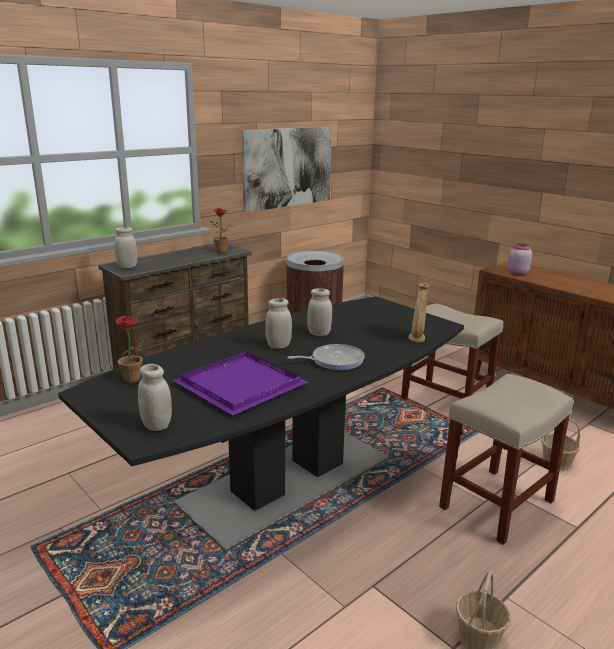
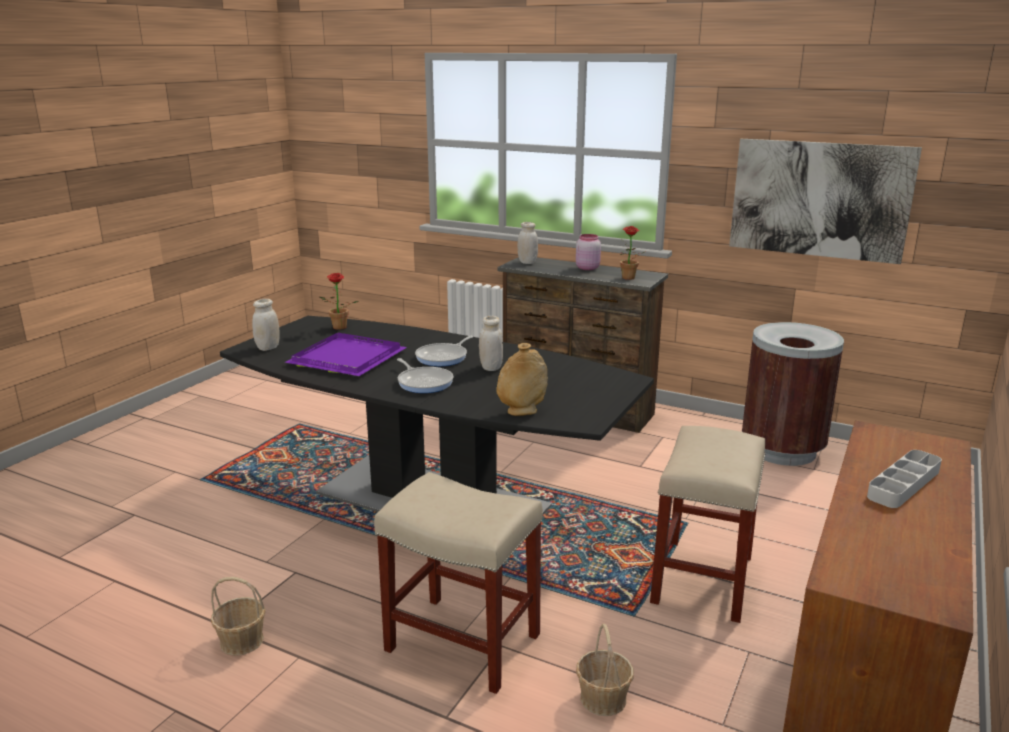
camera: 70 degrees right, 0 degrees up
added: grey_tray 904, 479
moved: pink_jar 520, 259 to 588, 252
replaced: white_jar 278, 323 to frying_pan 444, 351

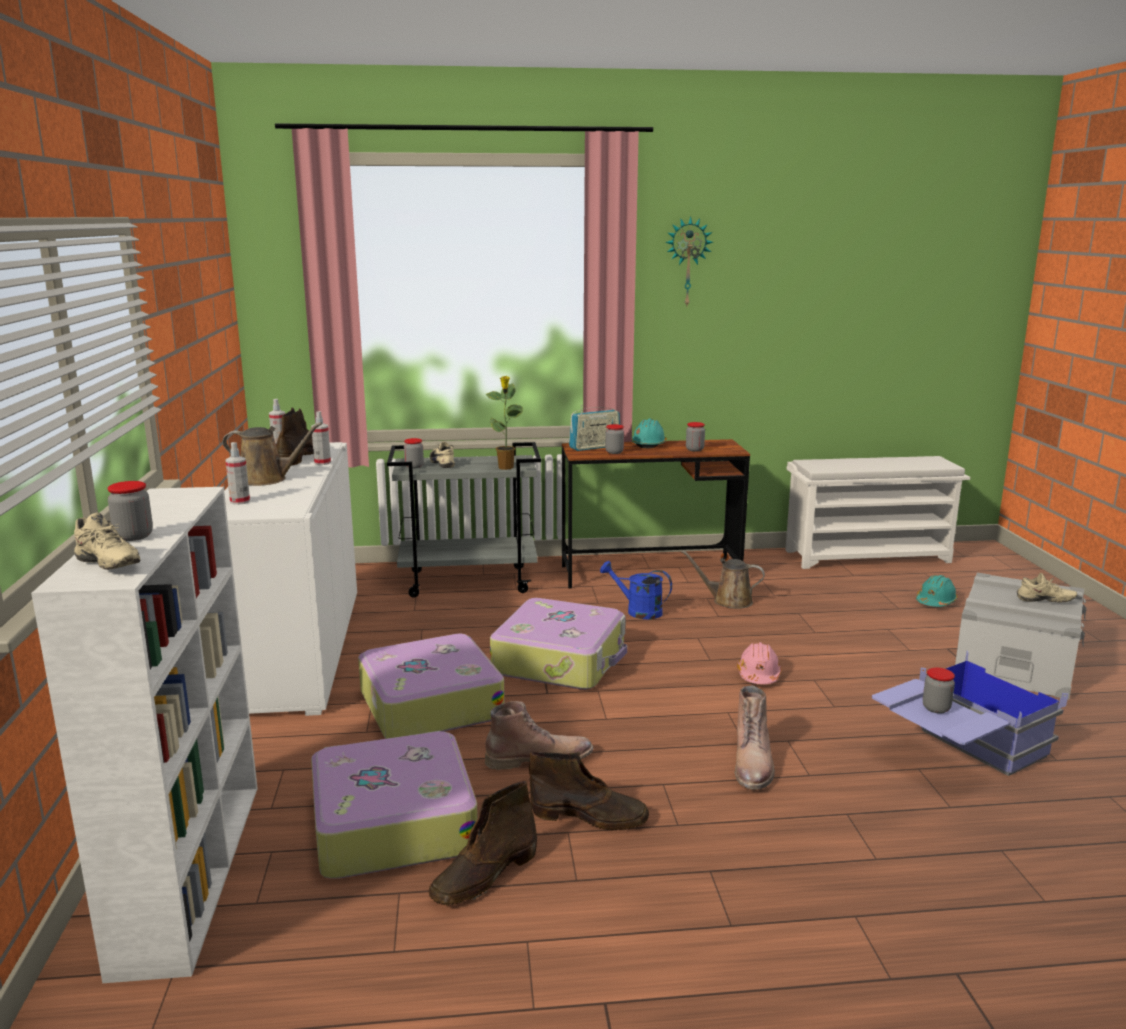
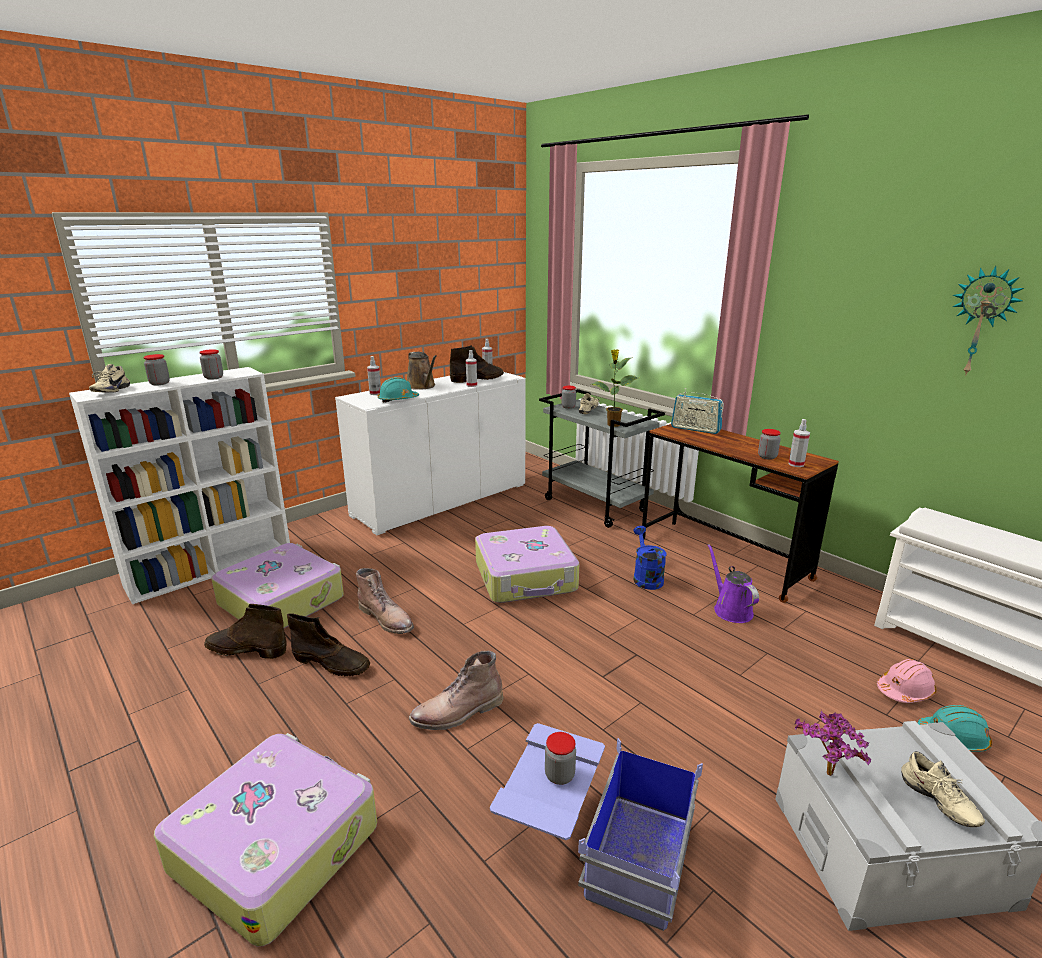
camera: 55 degrees right, 5 degrees up
added: spray_bottle 799, 443; potted_plant 832, 743
moved: suitcase 431, 686 to 265, 839; jar 614, 439 to 211, 364; turquoise_hard_hat 649, 434 to 398, 389; pink_hard_hat 759, 663 to 907, 681; wall_clock 689, 261 to 988, 321
recoloured: brown_watering_can 723, 579 to purple_watering_can 733, 583
turned: brown_boot 589, 790 = 328, 644 45 degrees counterclockwise

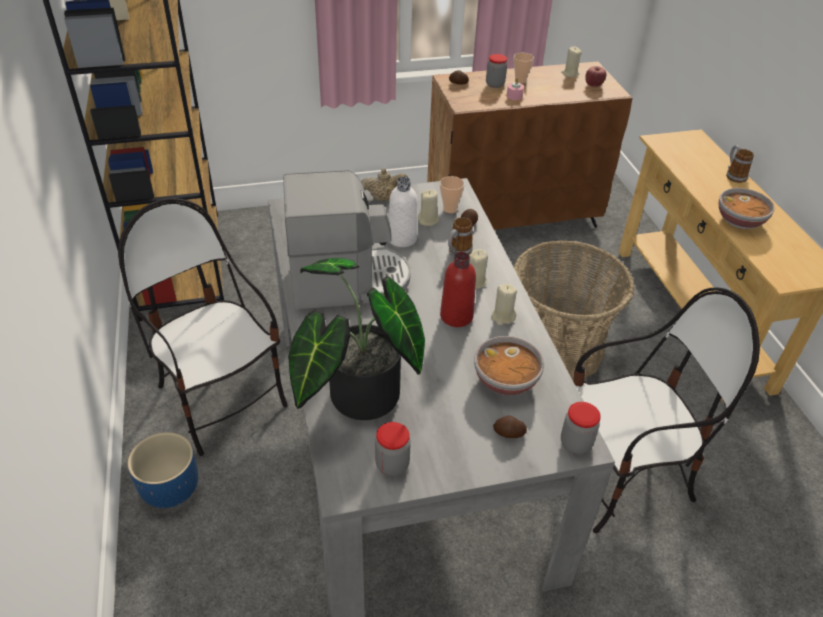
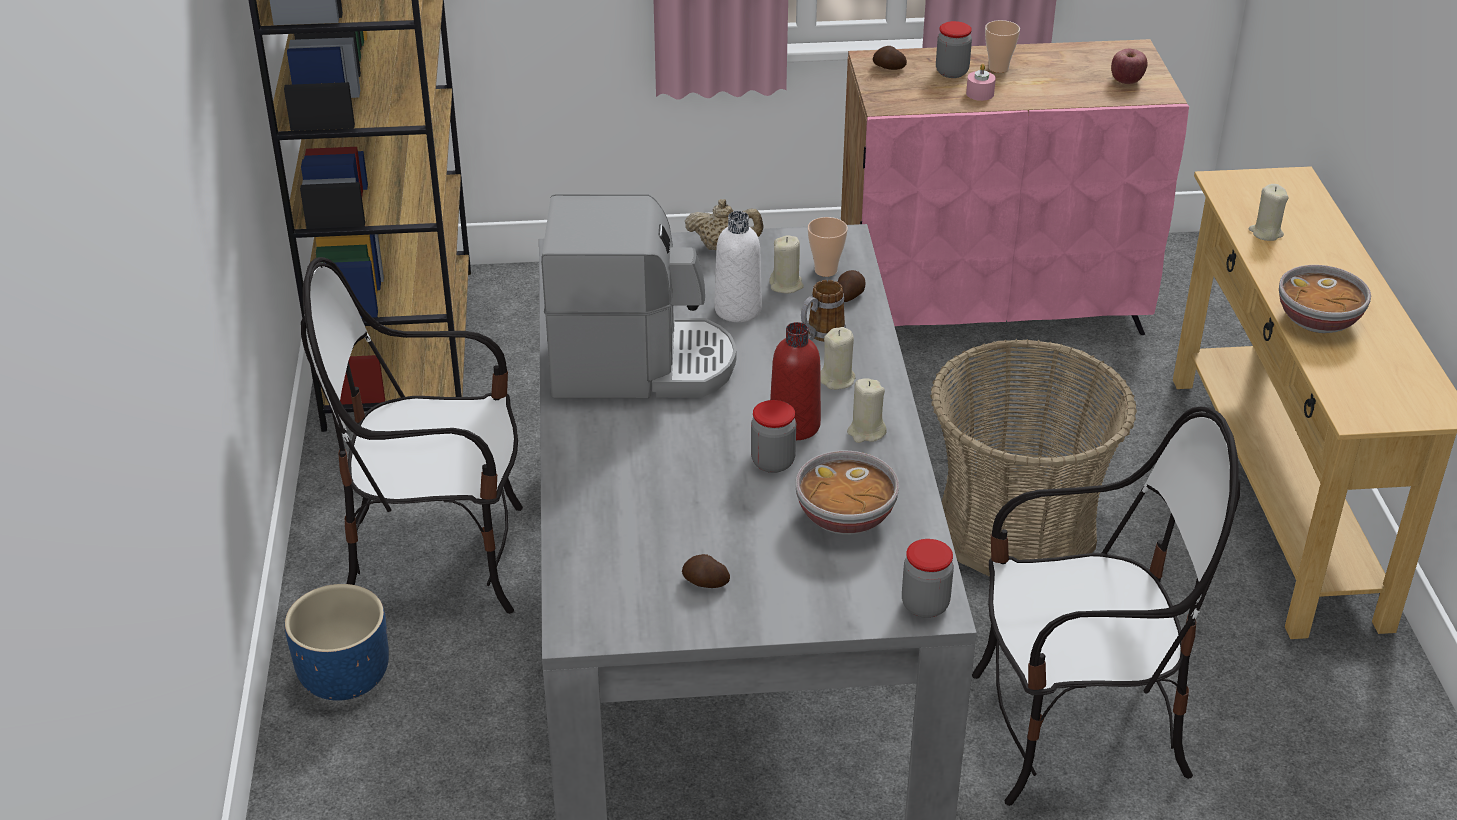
camera: 10 degrees right, 5 degrees down
removed: potted_plant 356, 339; mug 740, 164
moved: potato 510, 427 to 706, 571; jar 393, 449 to 773, 436; beige_candle 571, 61 to 1268, 212
recoloured: brown_cabinet 530, 146 to pink_cabinet 1015, 187
turned: chair 203, 327 = 412, 435 60 degrees counterclockwise

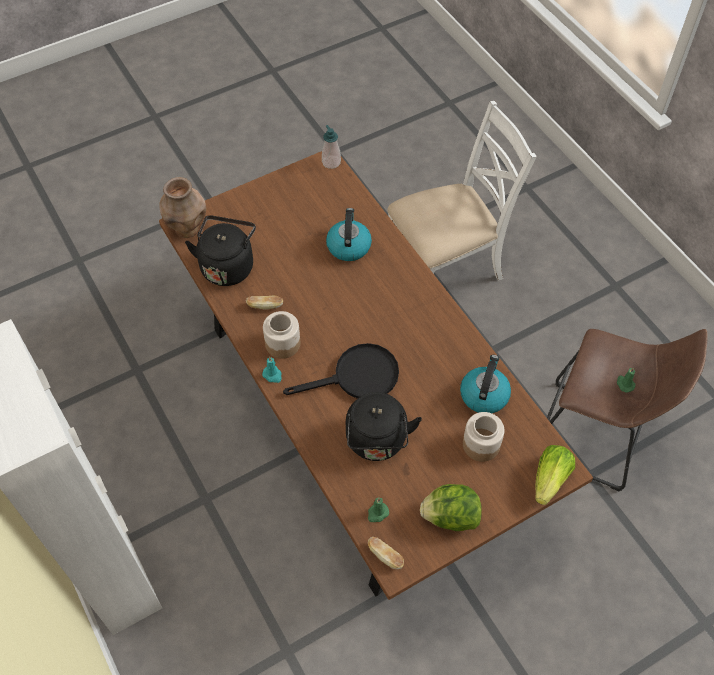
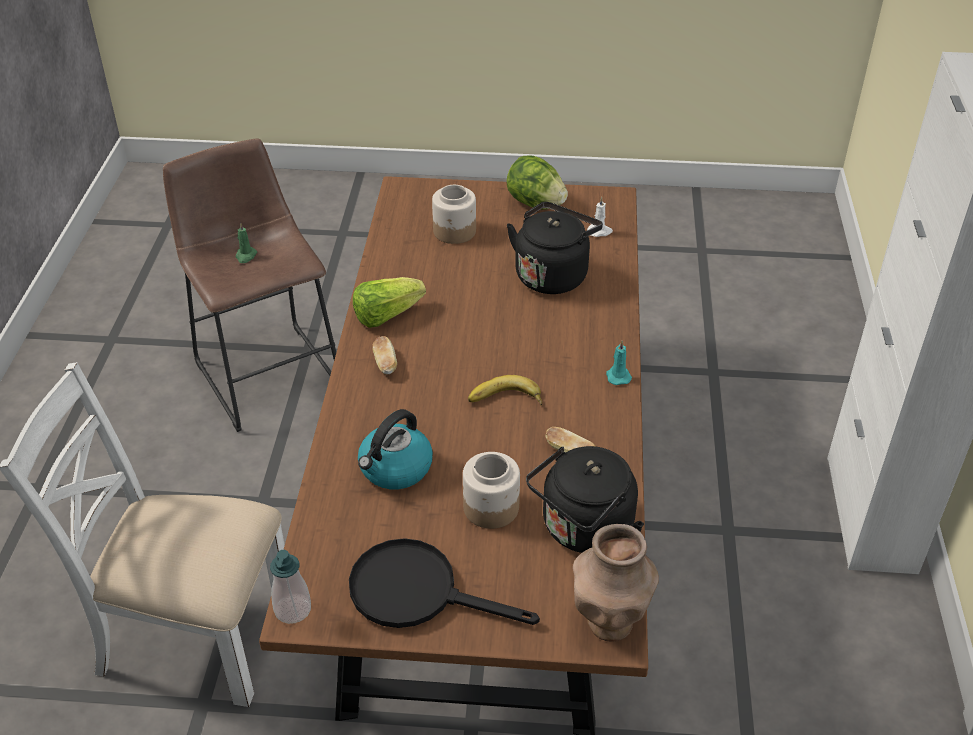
camera: 145 degrees left, 15 degrees down
removed: kettle 485, 384
added: banana 505, 390
moved: black_frying_pan 341, 371 to 444, 583; lettuce 555, 475 to 389, 302; bread 386, 553 to 385, 355; jar 281, 335 to 491, 490
recoloured: green_candle 378, 509 to white_candle 600, 217

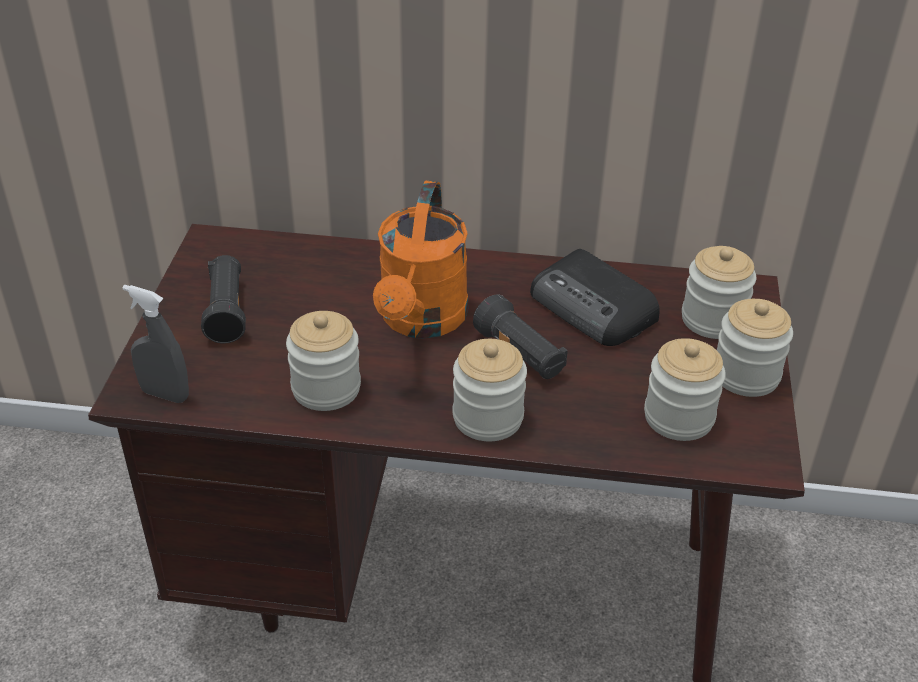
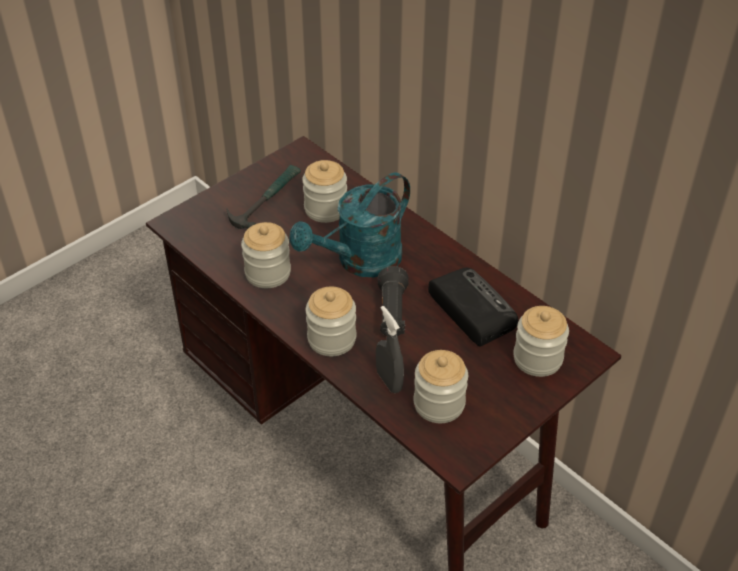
camera: 40 degrees right, 5 degrees up
moved: jar 755, 348 to 324, 191; grey_spray_bottle 155, 344 to 390, 349
replaced: black_flashlight 223, 299 to hammer 263, 197
recoloured: orange_watering_can 420, 259 to turquoise_watering_can 349, 225
turned: radio 595, 297 = 473, 307 150 degrees clockwise

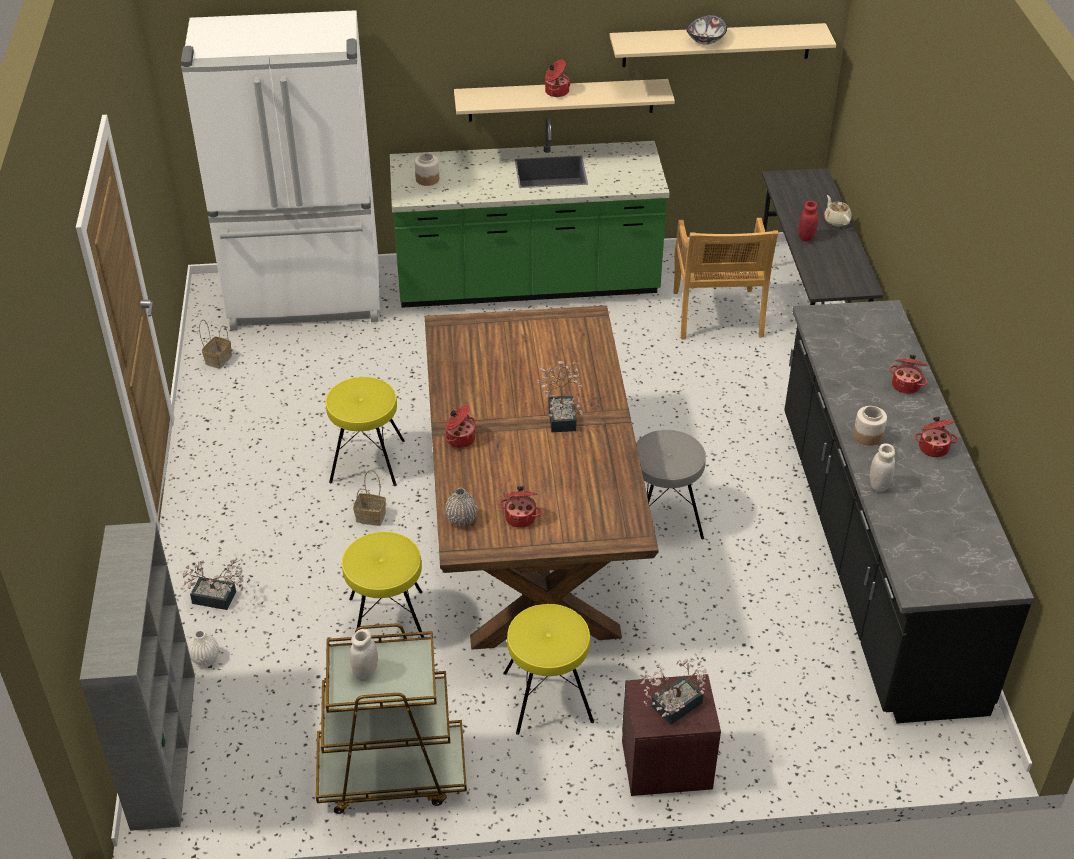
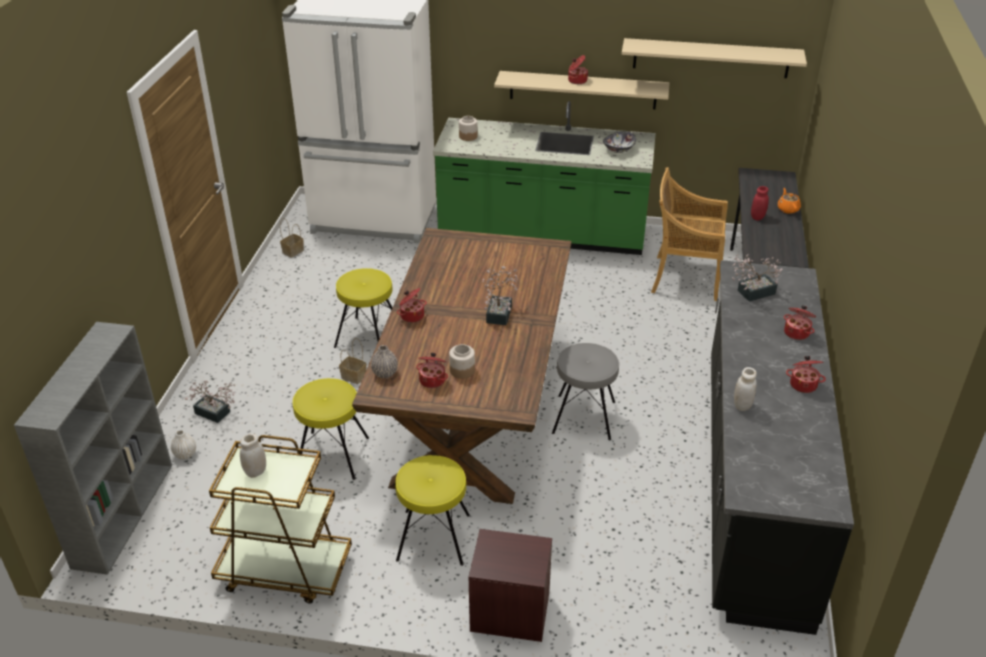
camera: 15 degrees right, 5 degrees down
moved: jar 870, 426 to 462, 361; bowl 706, 30 to 619, 142; potted_plant 673, 691 to 757, 278
recoloured: beige_teapot 838, 211 to orange_teapot 789, 201
turned: beige_chair 725, 279 = 689, 234 90 degrees clockwise

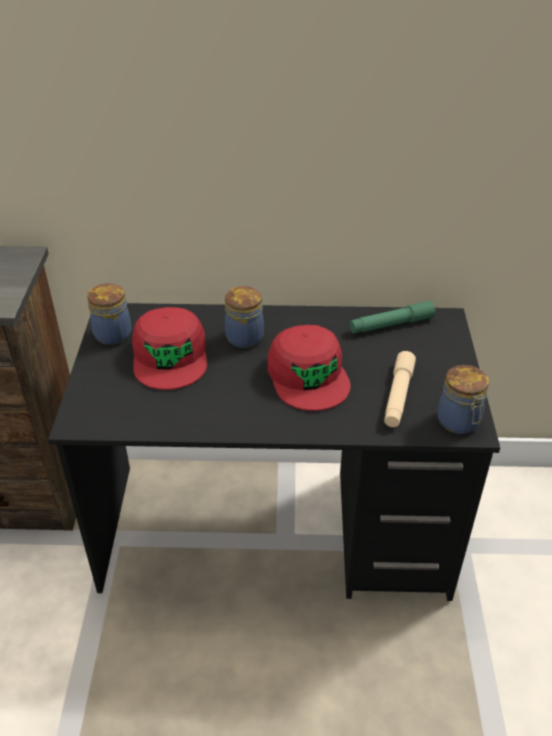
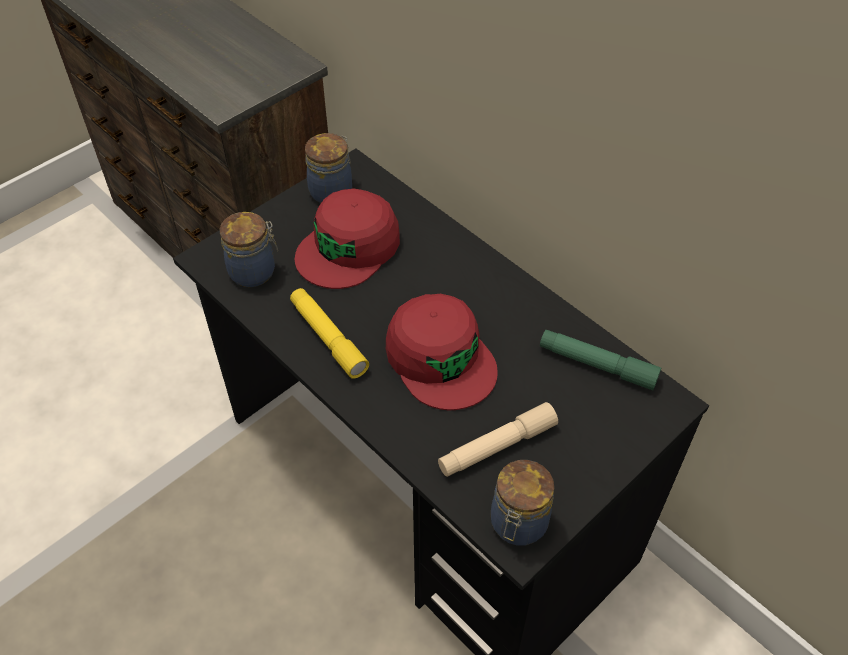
camera: 45 degrees right, 10 degrees up
added: yellow_flashlight 329, 333
moved: jar 244, 317 to 249, 249
turned: red_cap 309, 368 = 442, 352 60 degrees counterclockwise

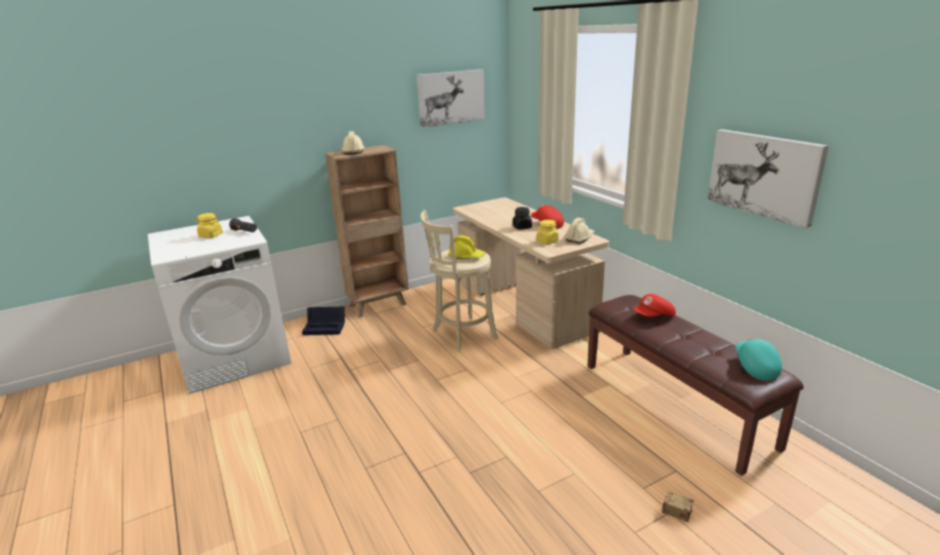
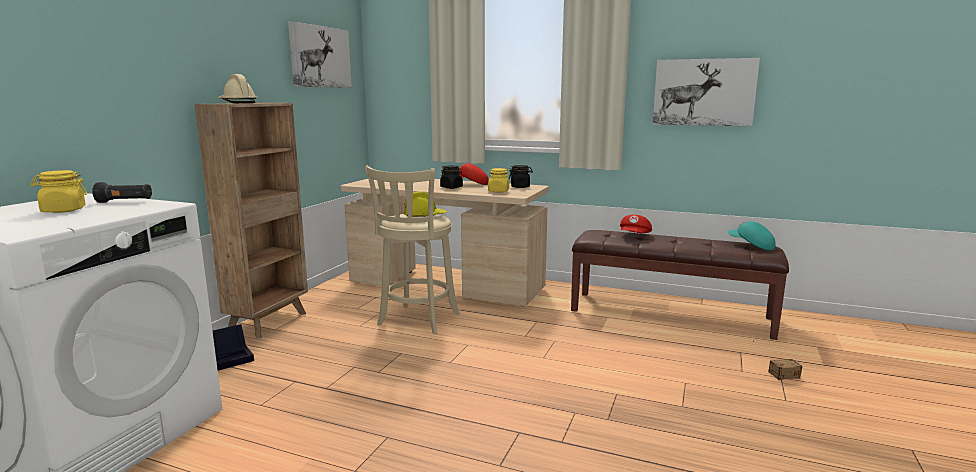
camera: 40 degrees left, 10 degrees down
replaced: beige_hard_hat 579, 230 to black_jar 521, 176

